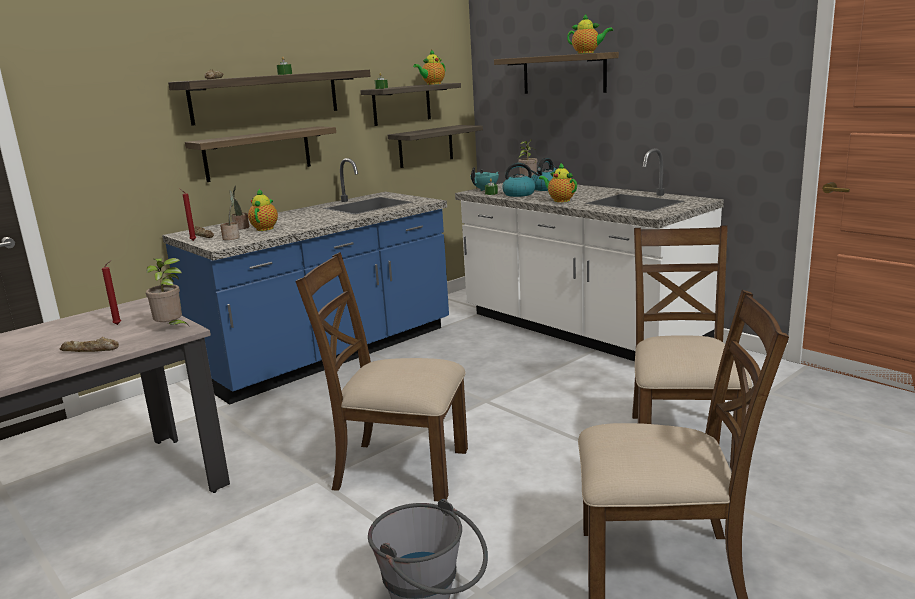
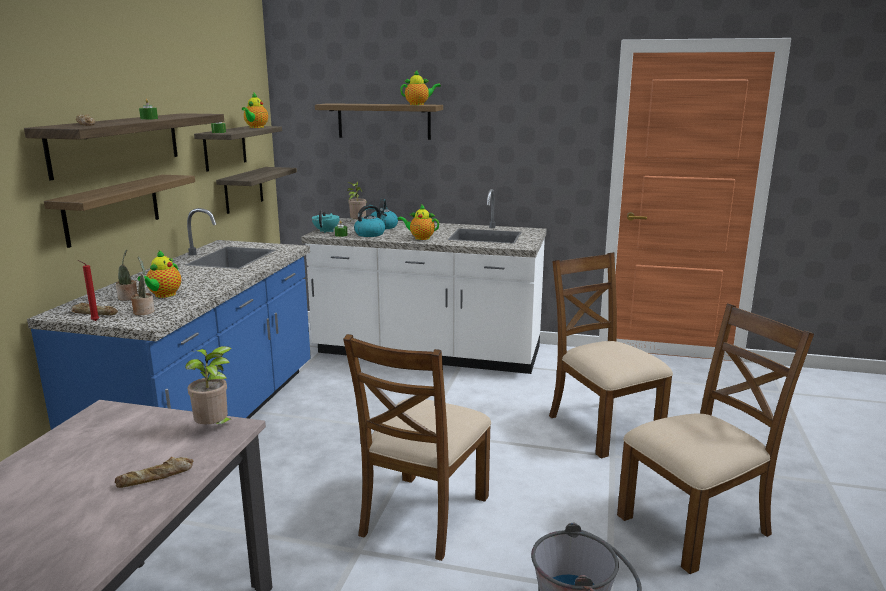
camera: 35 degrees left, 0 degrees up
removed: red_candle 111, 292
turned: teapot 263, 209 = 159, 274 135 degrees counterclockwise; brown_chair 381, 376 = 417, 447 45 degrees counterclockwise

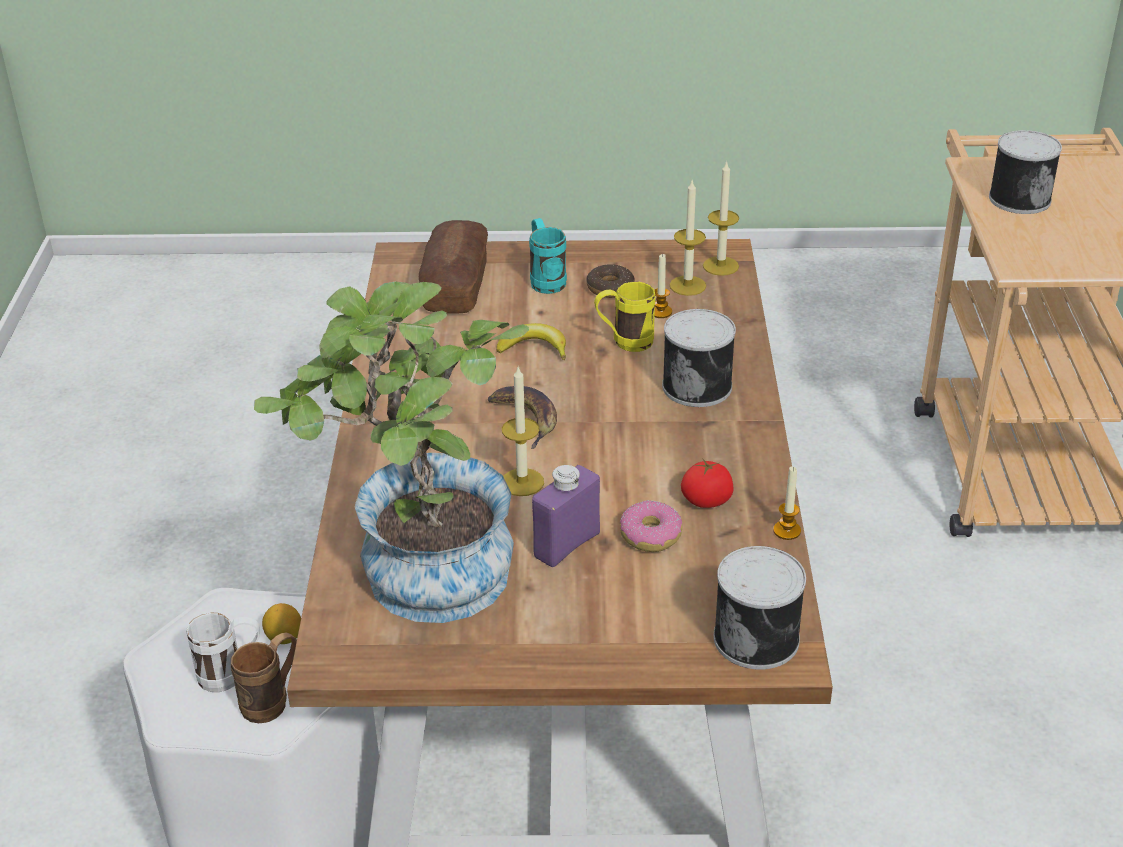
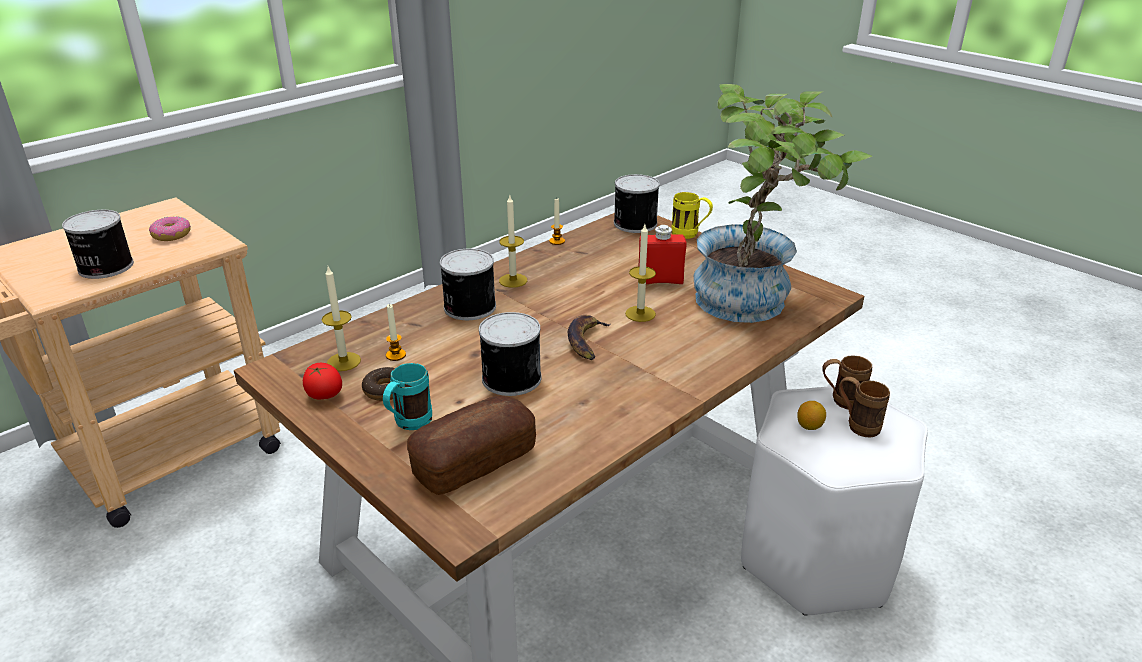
camera: 135 degrees left, 5 degrees down
moved: donut 651, 526 to 170, 228; tomato 707, 483 to 322, 381; candle 721, 218 to 513, 241; yellow_mug 624, 316 to 692, 215
replaced: banana 531, 341 to can 510, 354
recoloured: purple_bottle 566, 516 to red_bottle 662, 254; white_mug 223, 652 to brown_mug 864, 407

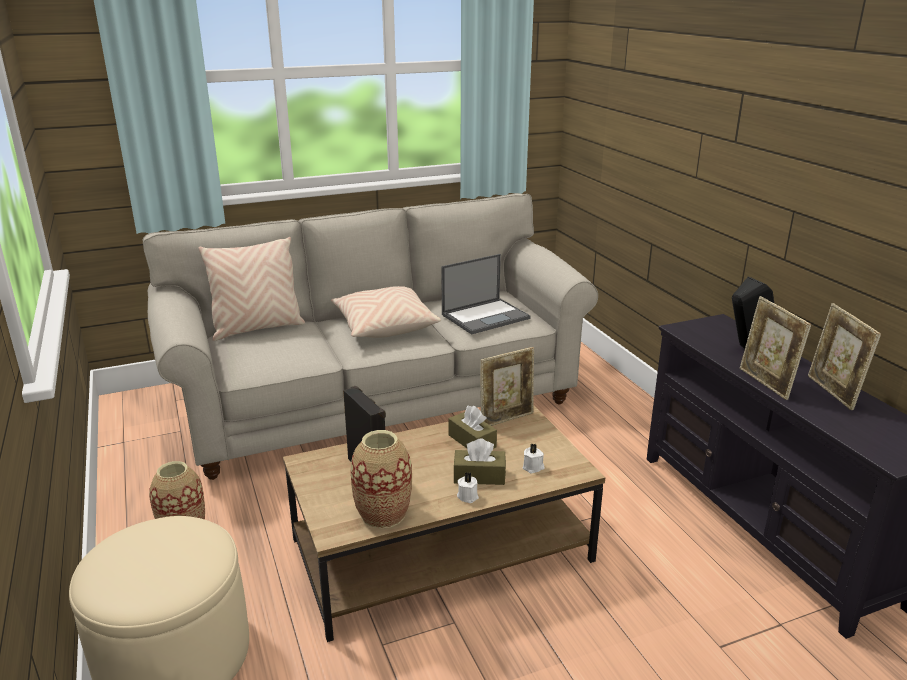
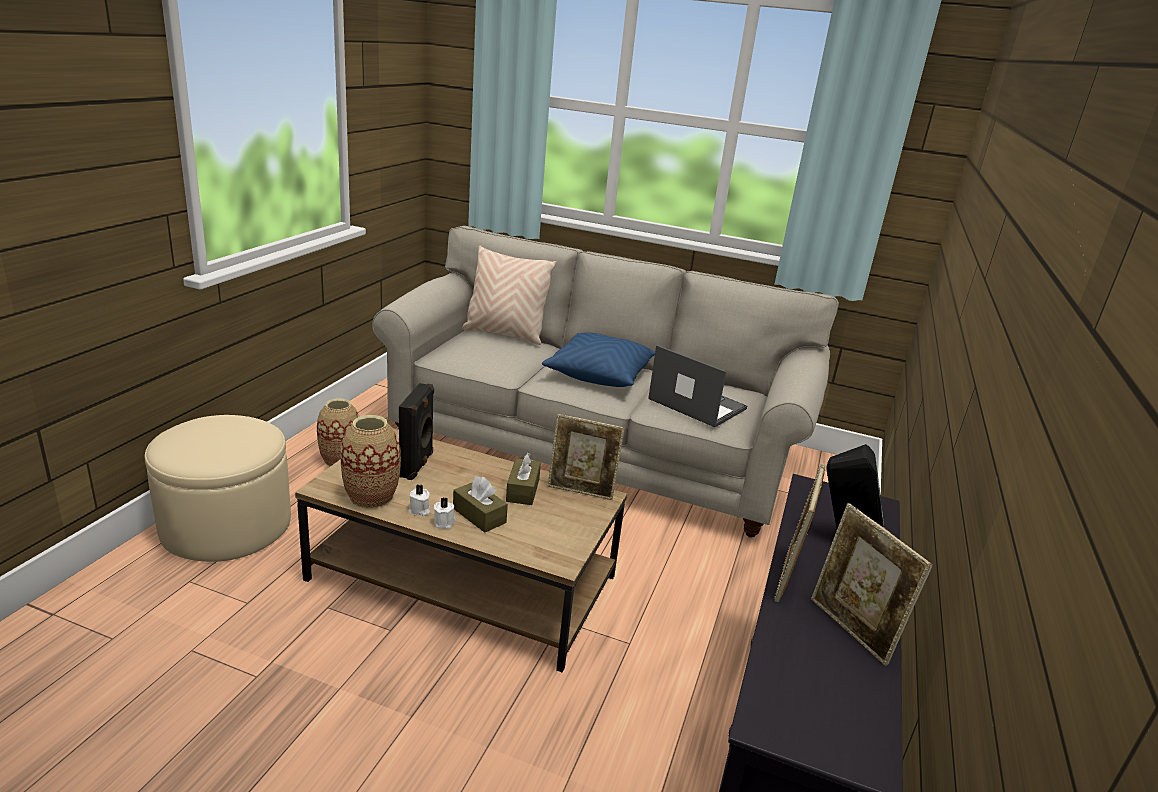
camera: 40 degrees right, 0 degrees up
moved: white_candle 533, 459 to 419, 500
recoloured: beige_pillow 386, 312 to blue_pillow 598, 360
turned: laptop 486, 294 = 697, 386 150 degrees counterclockwise; picture_frame 844, 356 = 872, 584 60 degrees counterclockwise

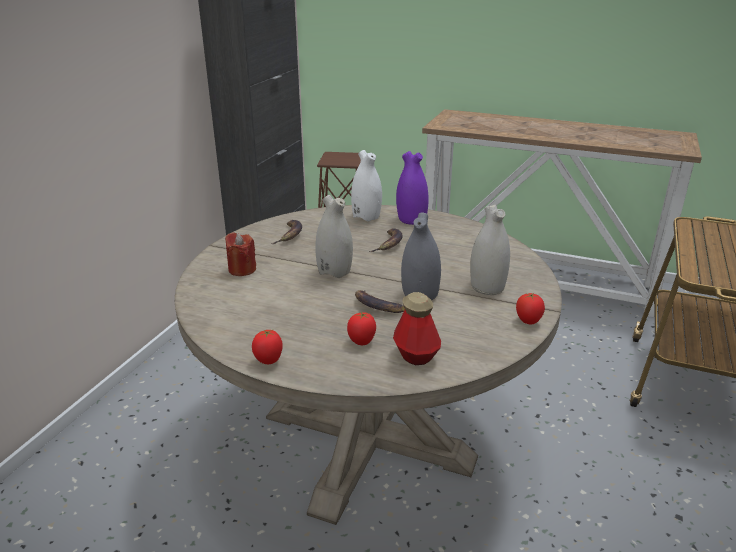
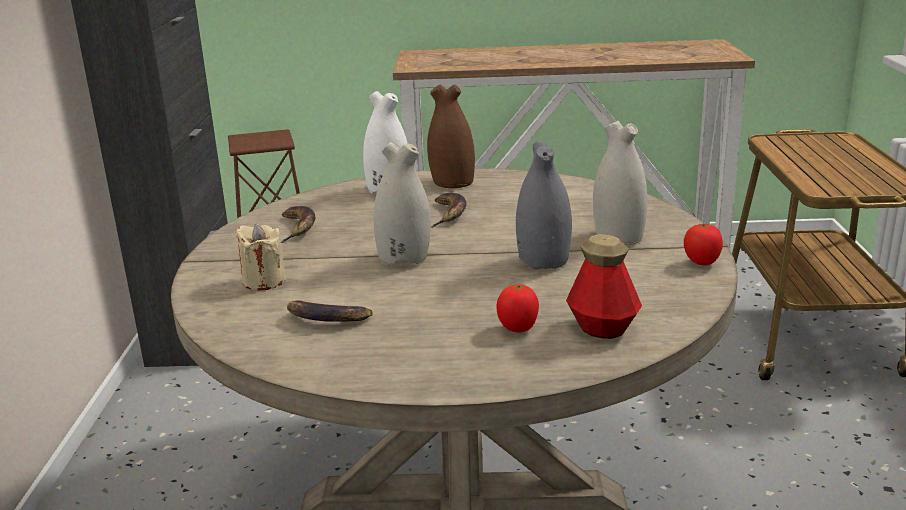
camera: 20 degrees left, 5 degrees down
removed: tomato 267, 347
moved: banana 380, 301 to 330, 311
recoloured: red_candle 240, 254 to beige_candle 261, 257; purple_vase 412, 188 to brown_vase 451, 136

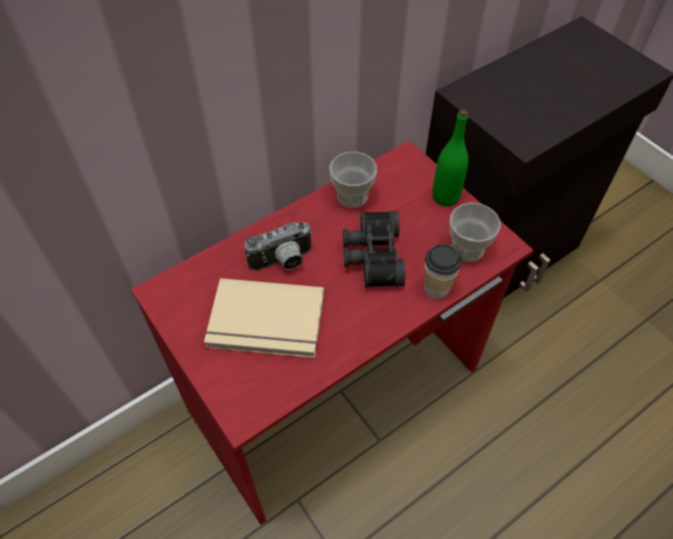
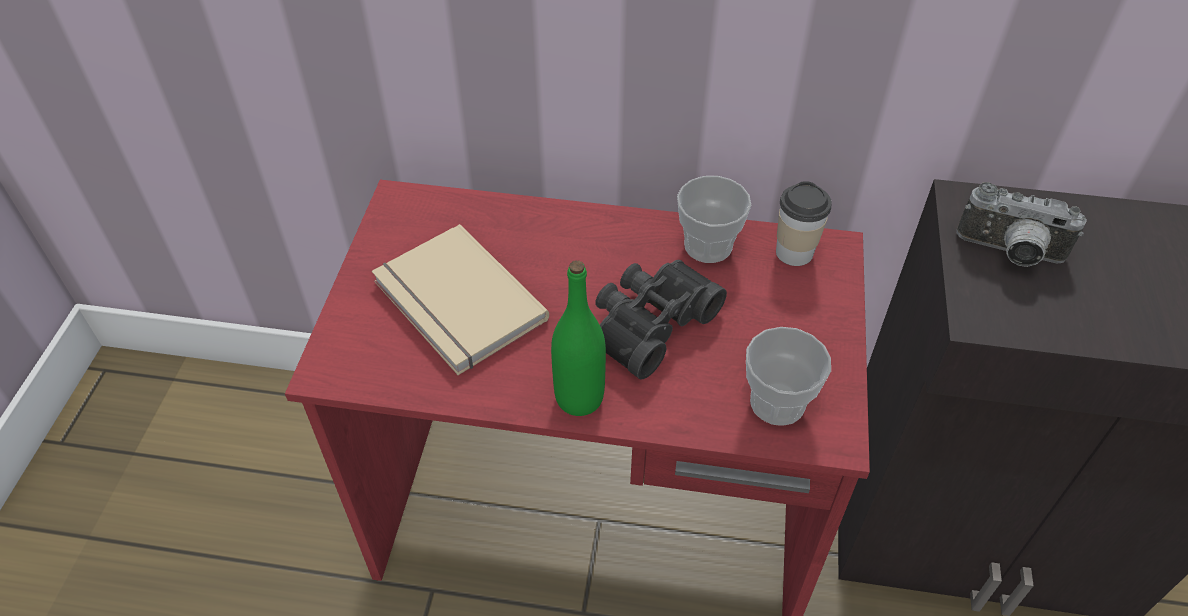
camera: 45 degrees right, 5 degrees down
moved: green_bottle 451, 157 to 578, 338; cup 443, 271 to 804, 223; photo_camera 279, 246 to 1022, 224

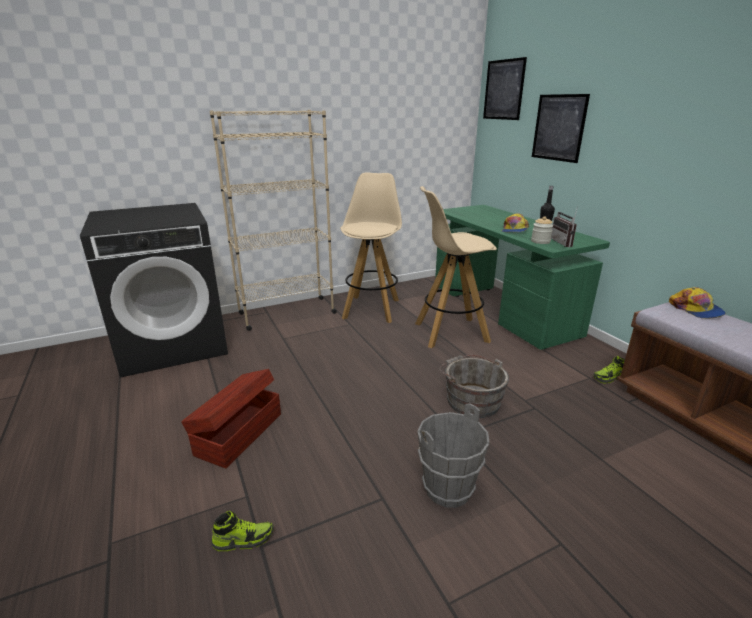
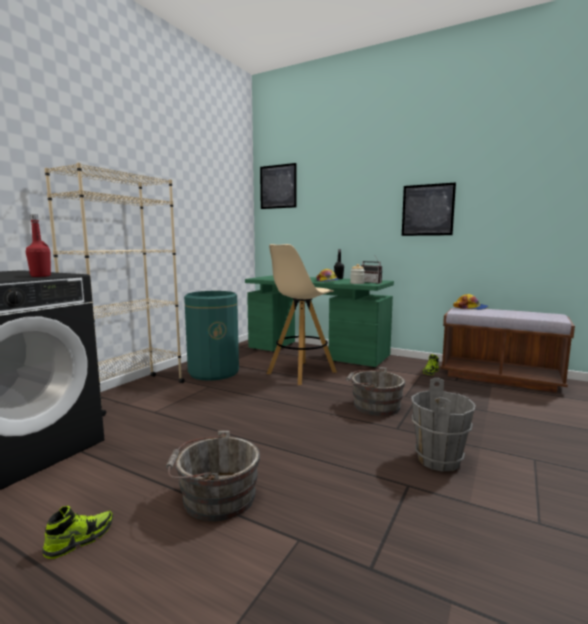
camera: 35 degrees left, 15 degrees down
added: red_bottle 38, 245
moved: shoe 242, 531 to 77, 532; picture 561, 128 to 429, 209
replaced: brown_storage_box 231, 418 to grey_bucket 213, 476; beige_stool 371, 247 to green_trash_can 211, 336

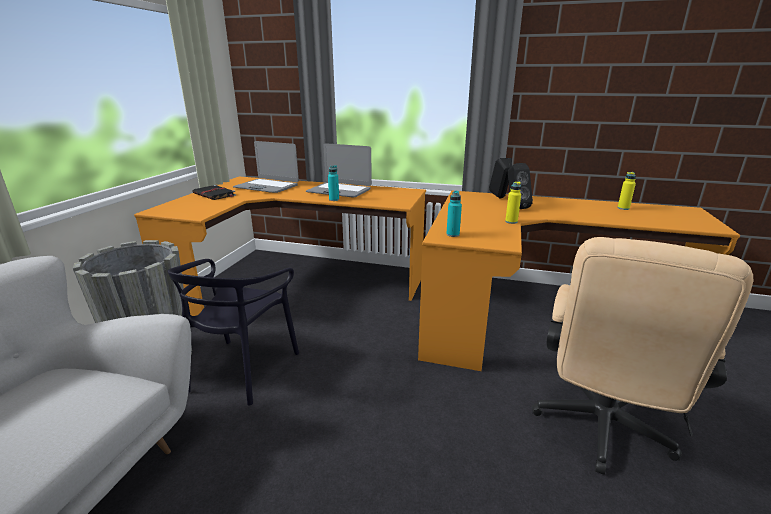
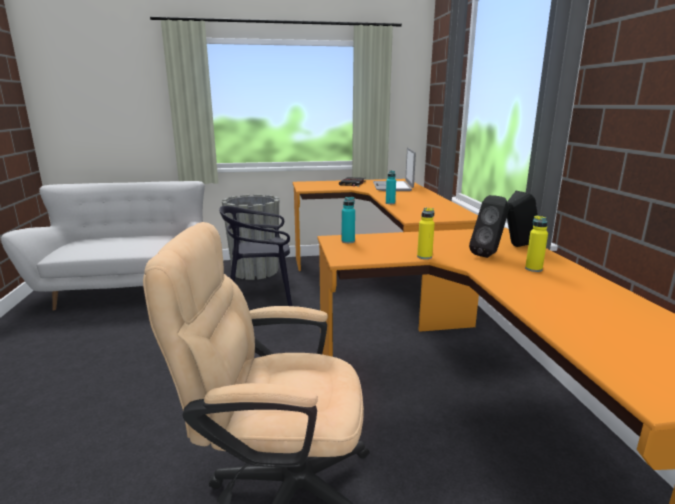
camera: 65 degrees right, 5 degrees down
removed: laptop 339, 170
moved: yellow_bottle 626, 191 to 536, 243

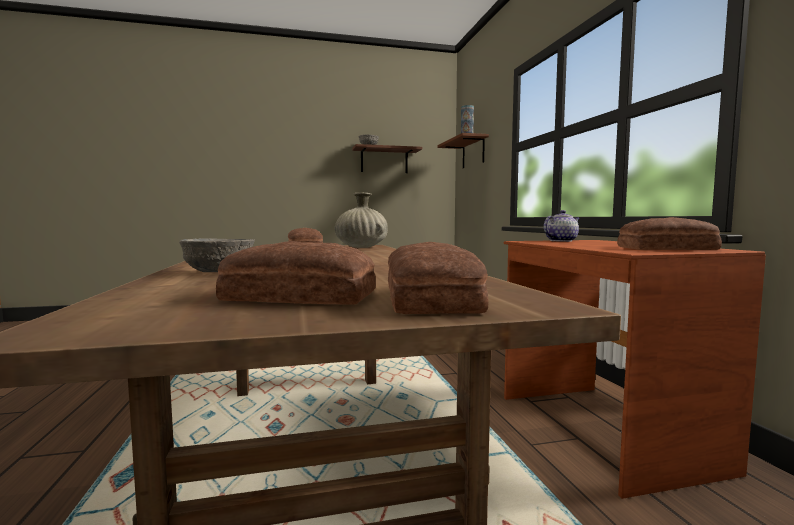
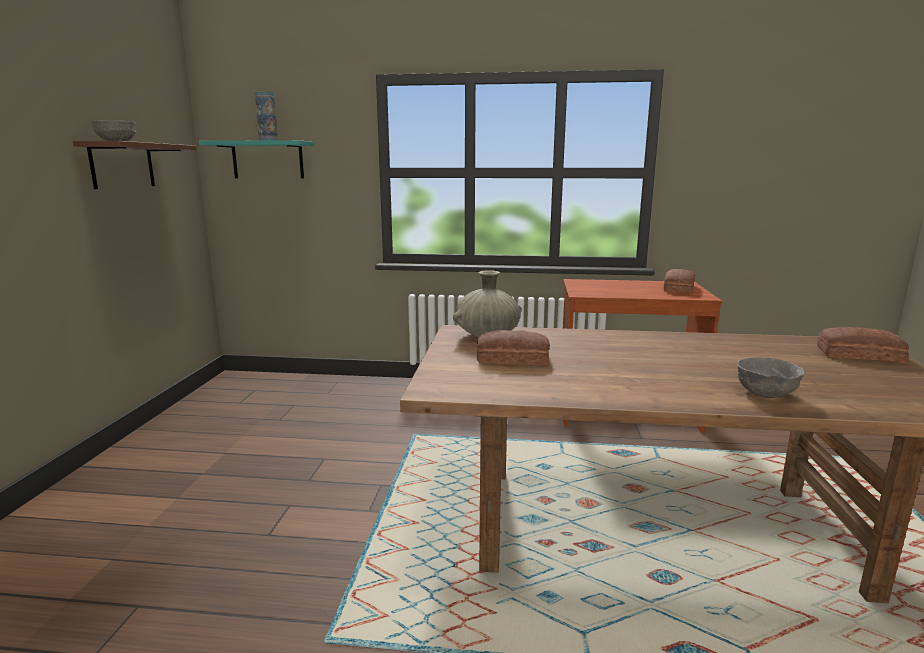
camera: 70 degrees left, 10 degrees up
removed: bread 296, 273; teapot 562, 226
recoloured: brown_shelf 463, 150 to turquoise_shelf 256, 159

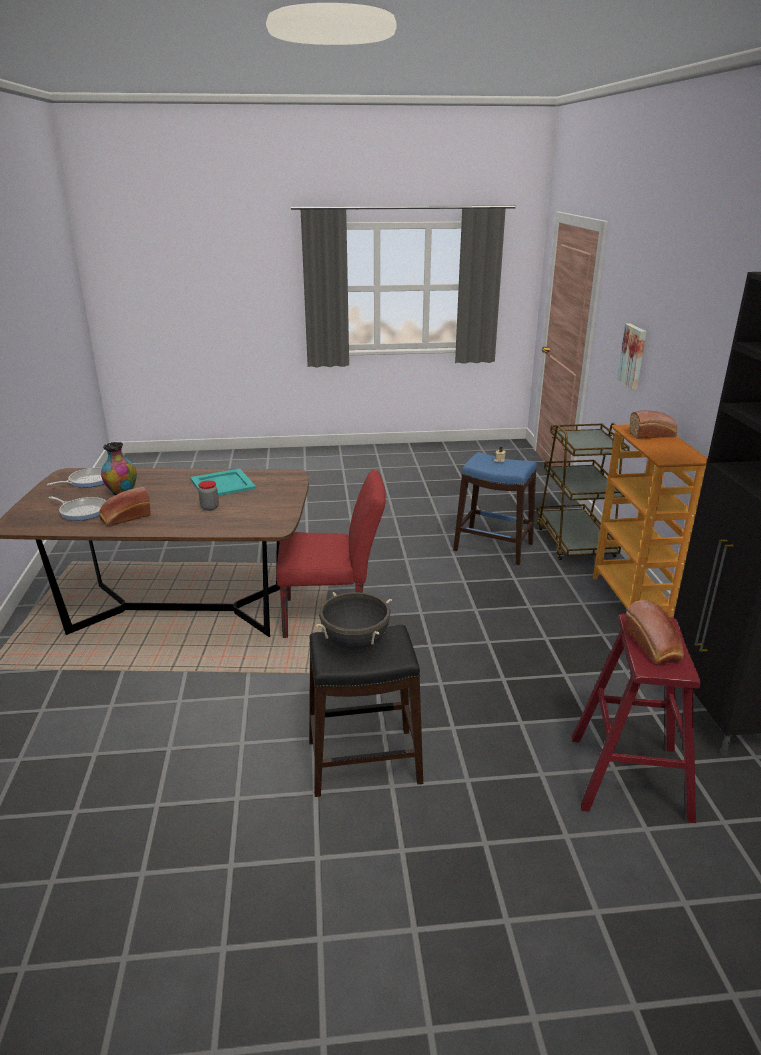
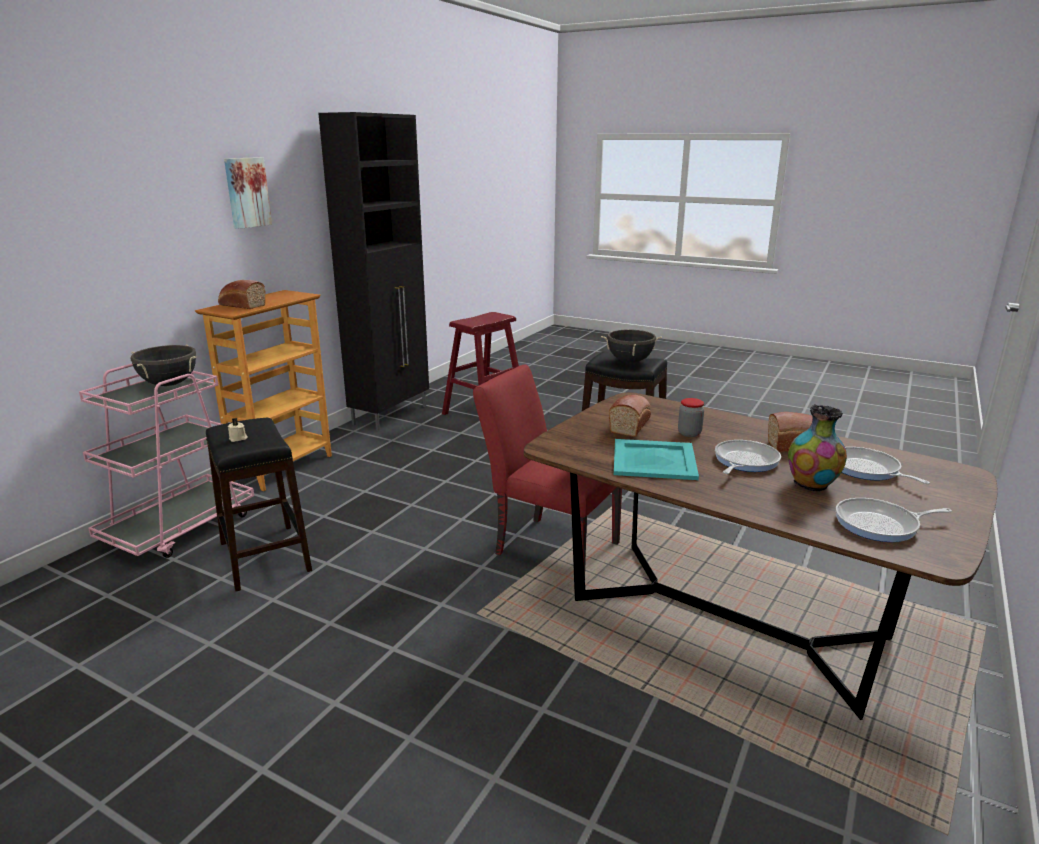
camera: 145 degrees left, 5 degrees down
added: black_cooking_pot 163, 365; frying_pan 748, 457
moved: picture 632, 356 to 248, 193; bread 655, 632 to 630, 416
recoloured: brown_cart 583, 491 to pink_cart 166, 461; blue_stool 495, 508 to black_stool 259, 504

